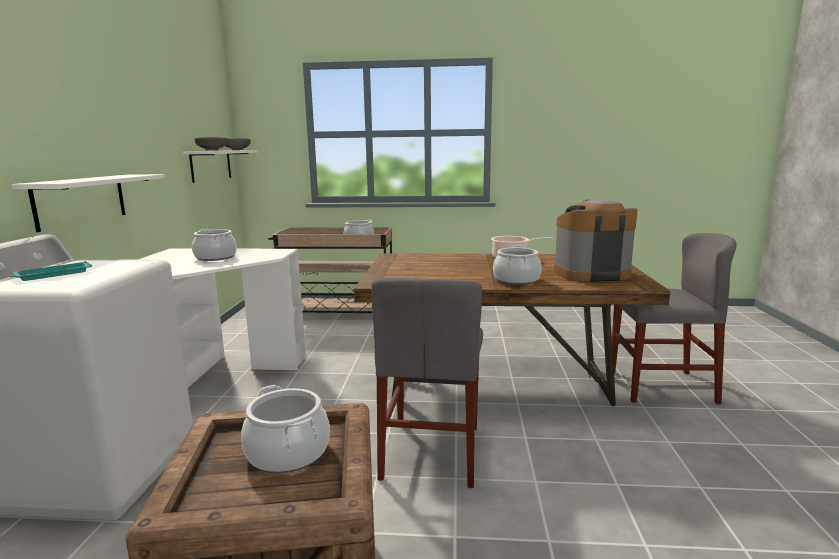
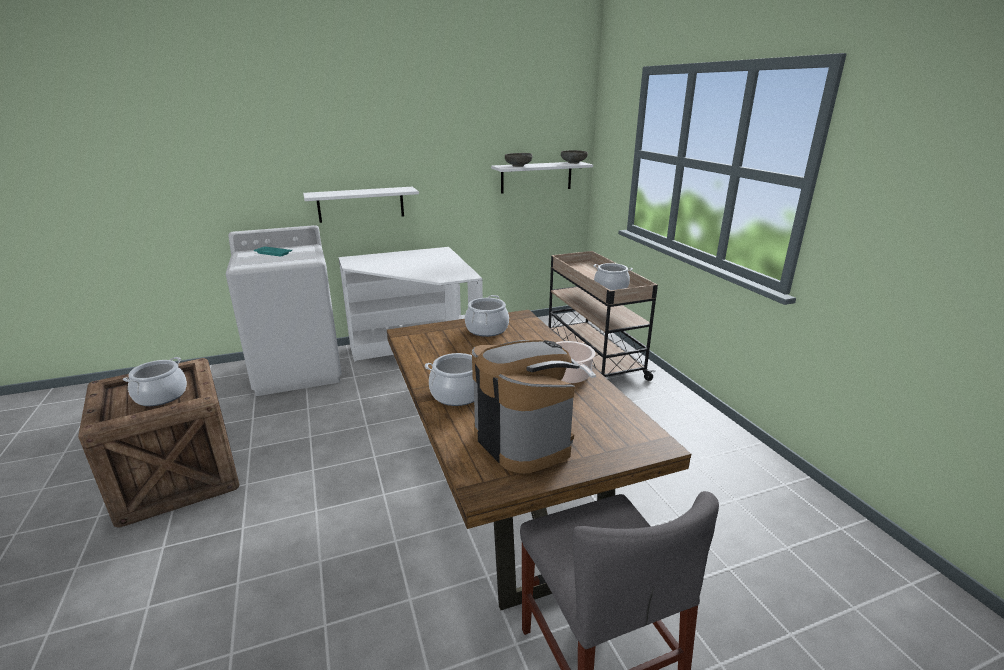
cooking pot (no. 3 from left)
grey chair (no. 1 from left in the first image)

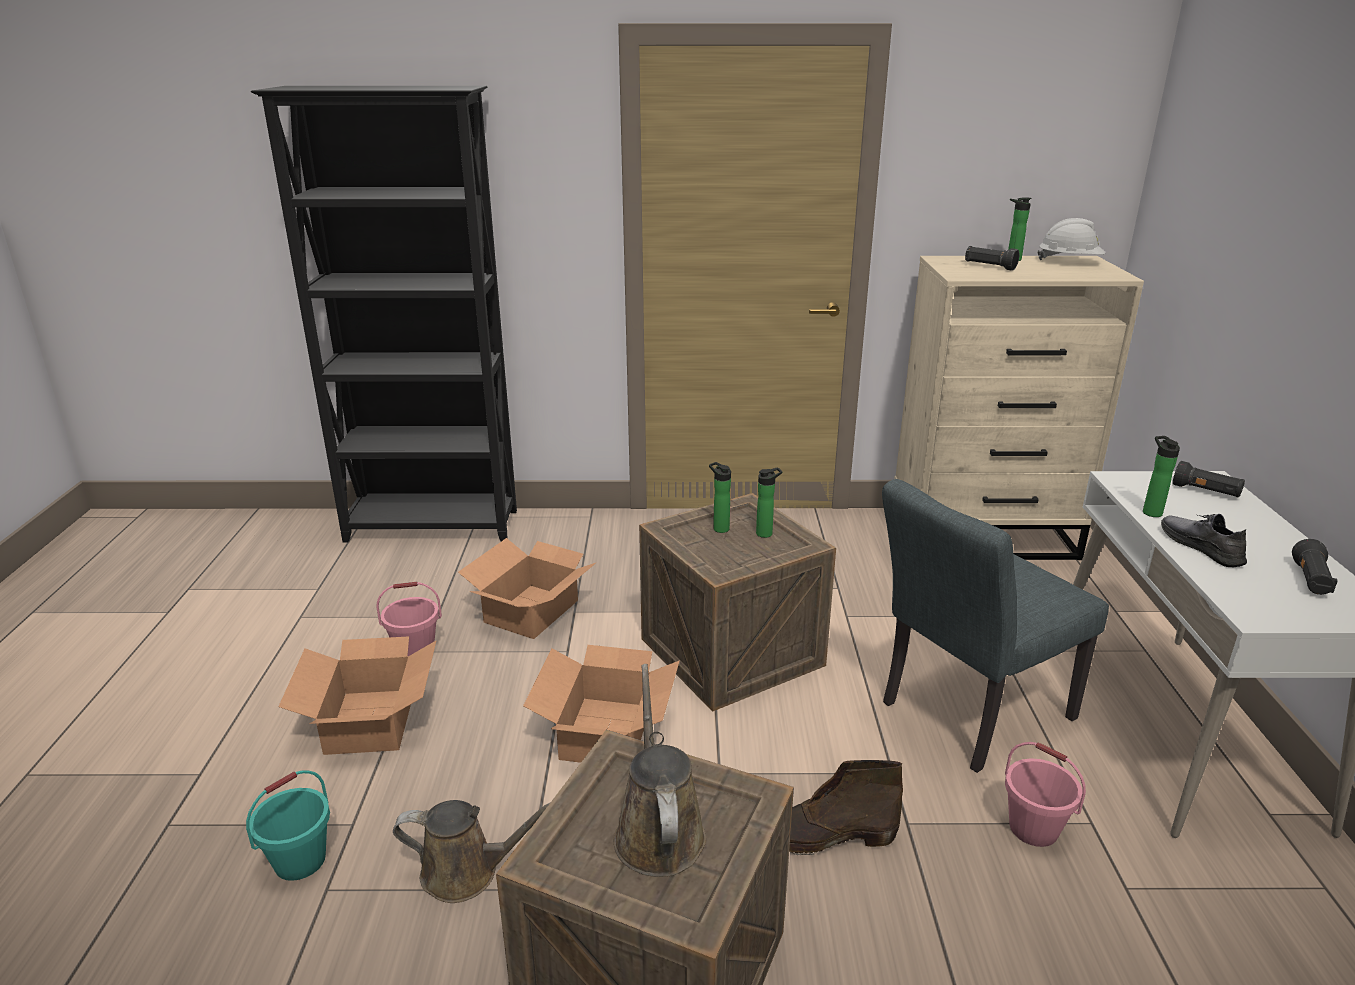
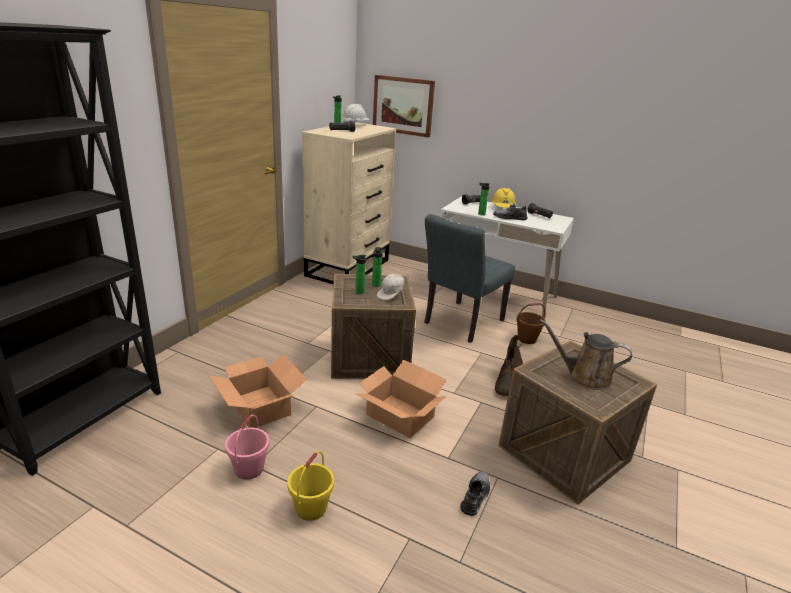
grey chair
yellow bucket
brown bucket
turquoise bucket
grey shoe (no. 1 from left)
picture
yellow hard hat
white cap

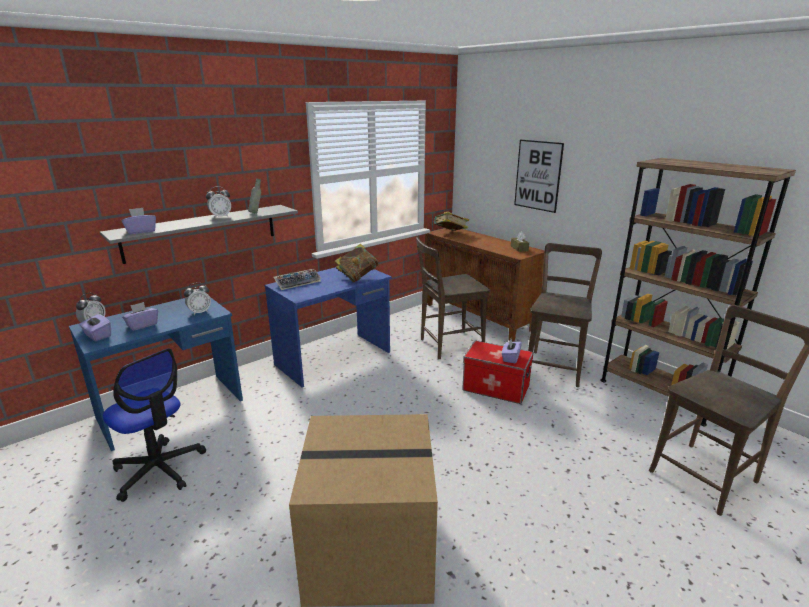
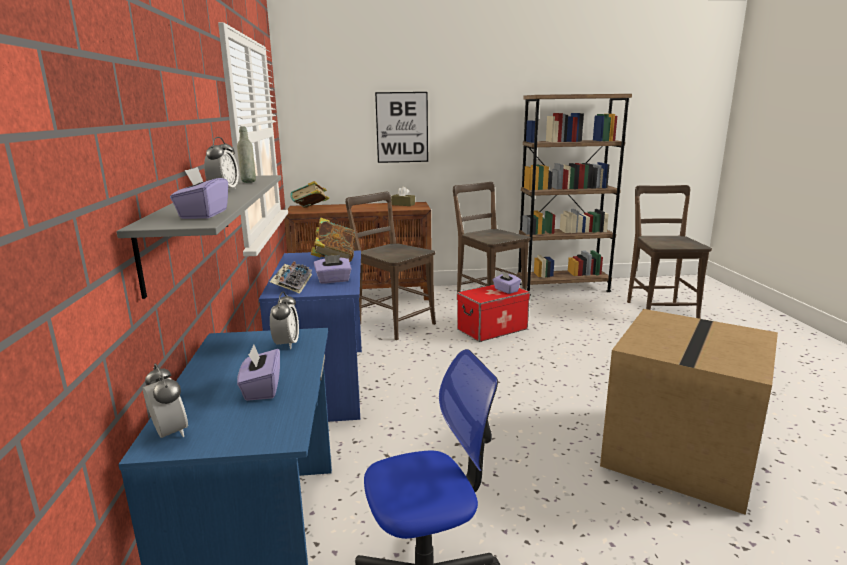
brown chair (no. 1 from left)
purple tissue box (no. 3 from left)

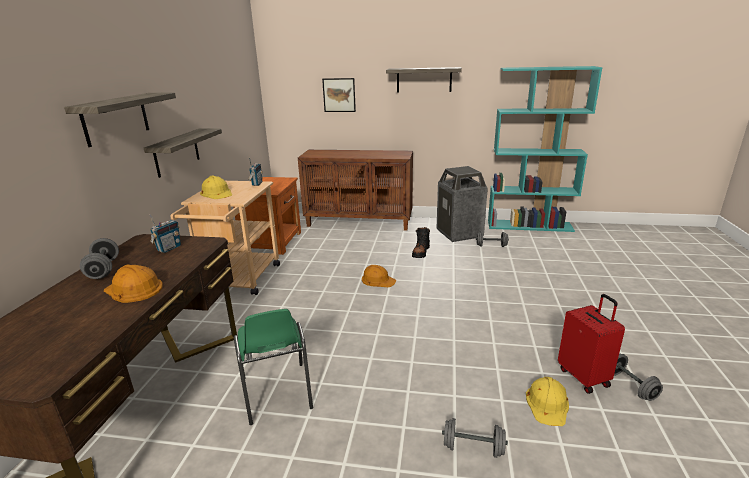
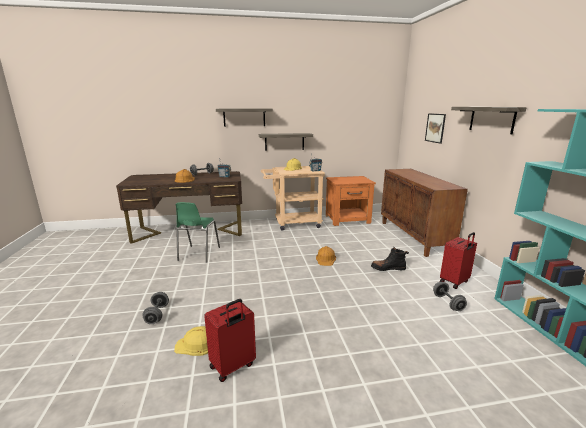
red suitcase (no. 2 from left)
green chair
grey dumbbell (no. 4 from left in the first image)

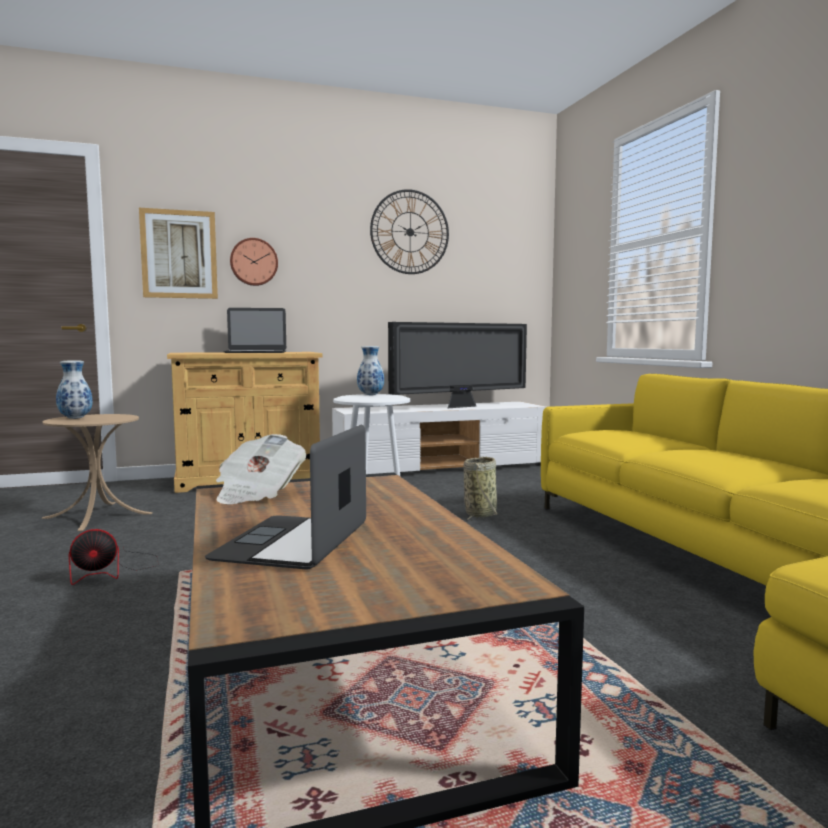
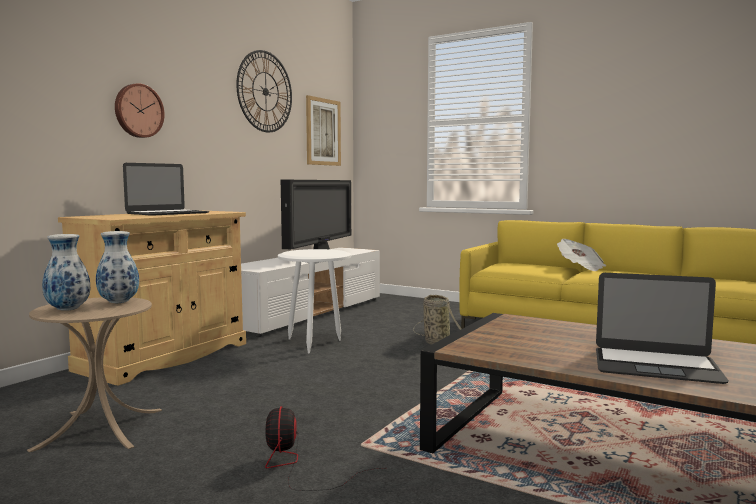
picture
vase (no. 2 from left)
laptop (no. 2 from left)
newspaper
fan

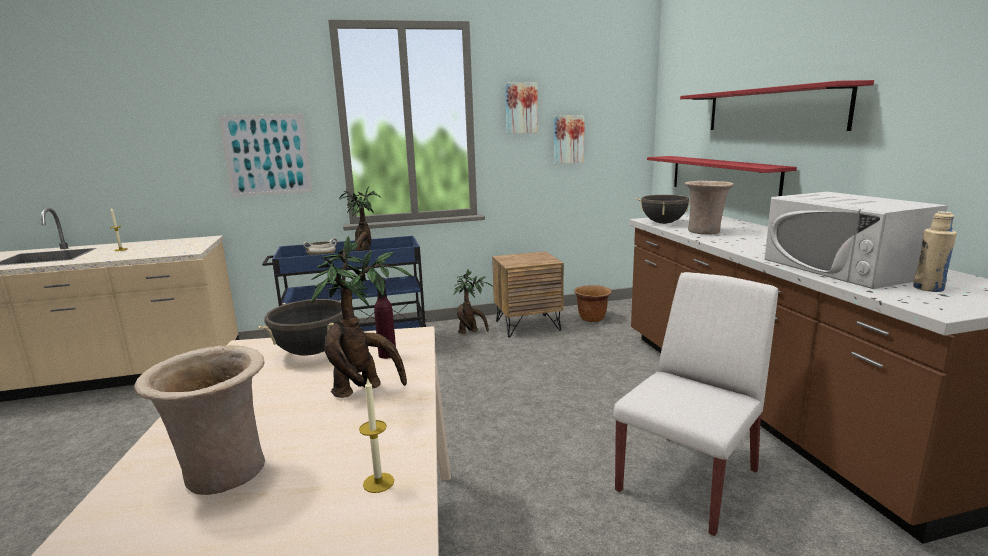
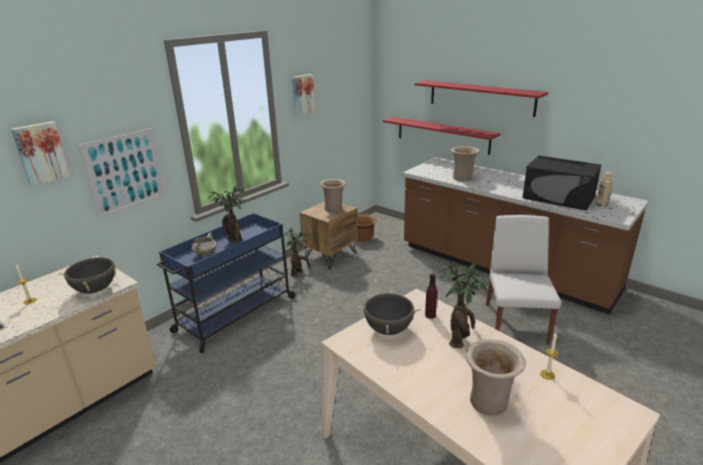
picture (no. 1 from left)
black microwave
black cooking pot (no. 1 from left)
beige vase (no. 1 from left)

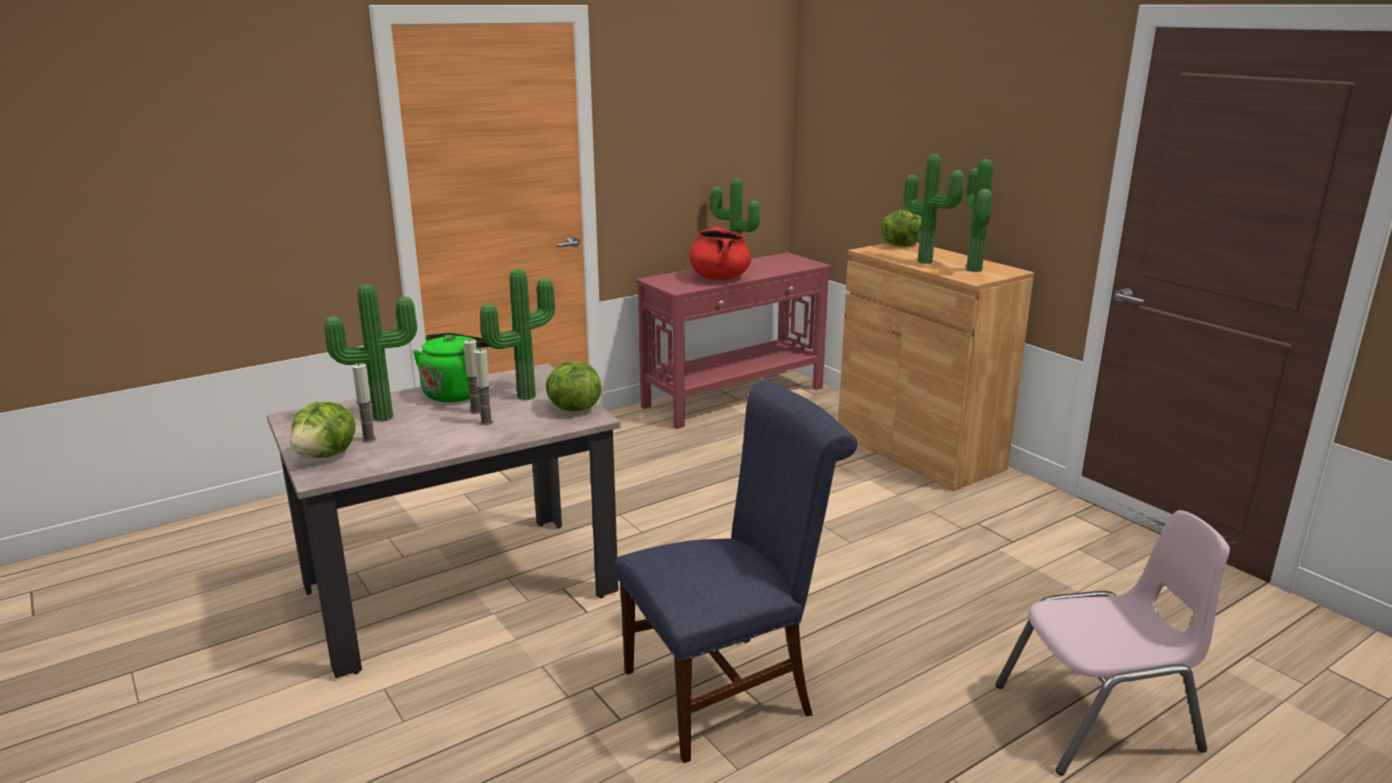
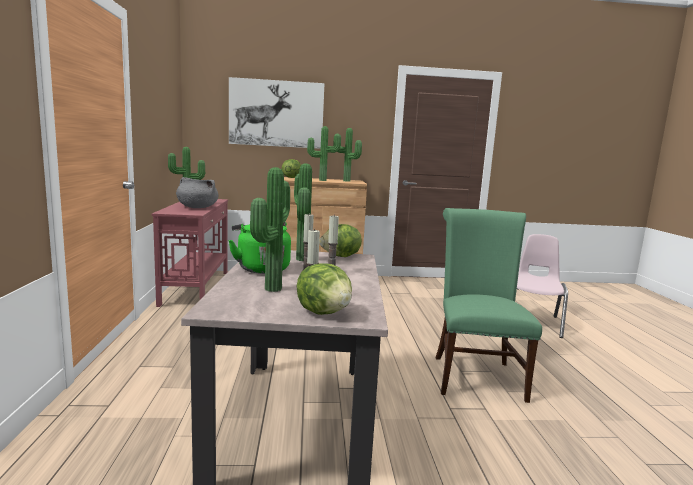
grey cooking pot
green chair
picture

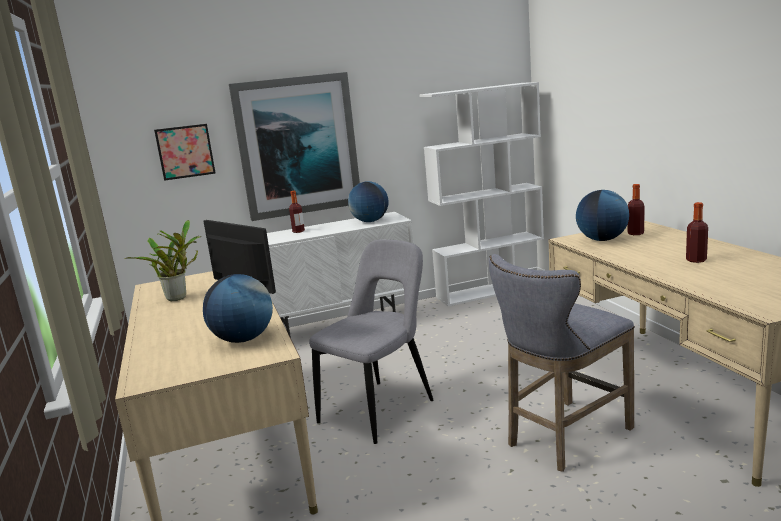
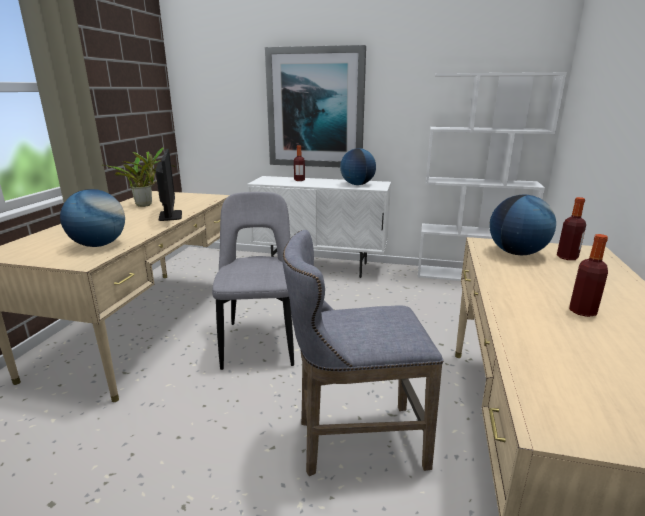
picture (no. 1 from left in the first image)
grey chair

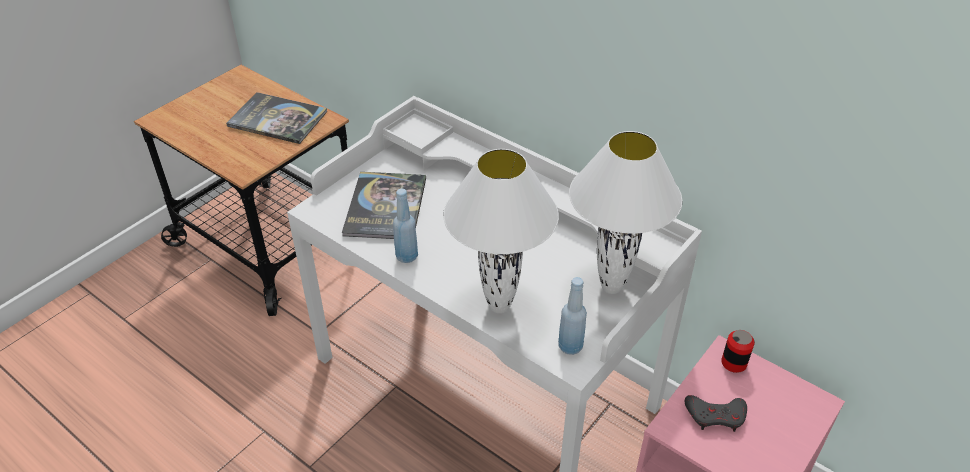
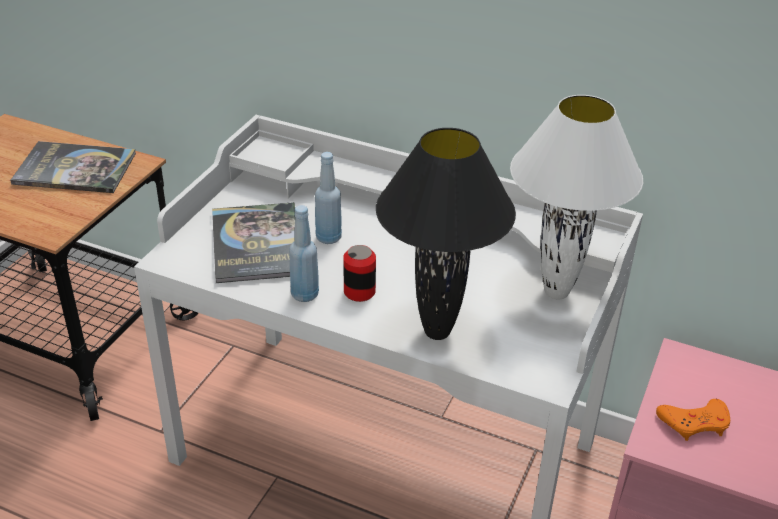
black table lamp
blue bottle (no. 2 from left)
can
orange game controller

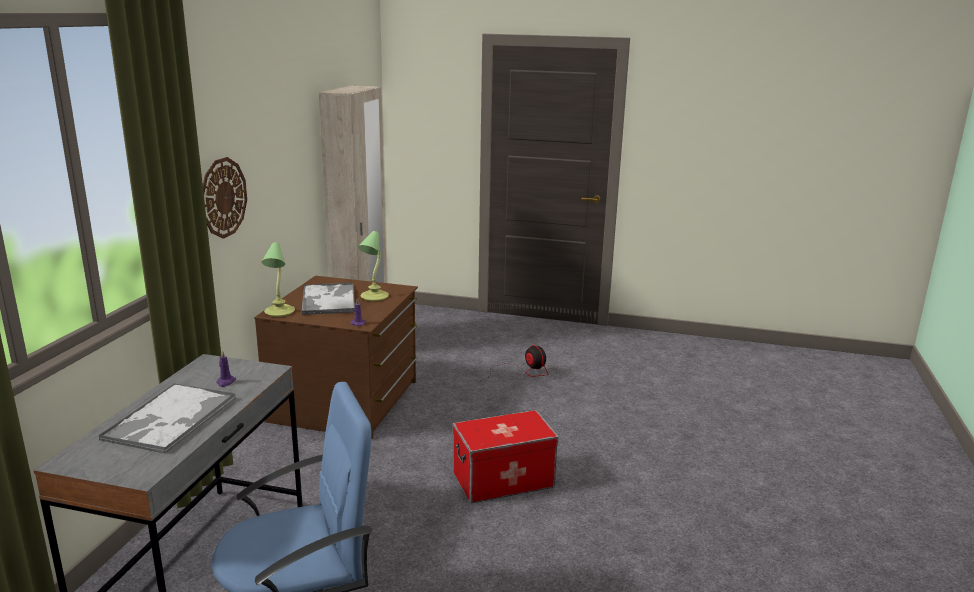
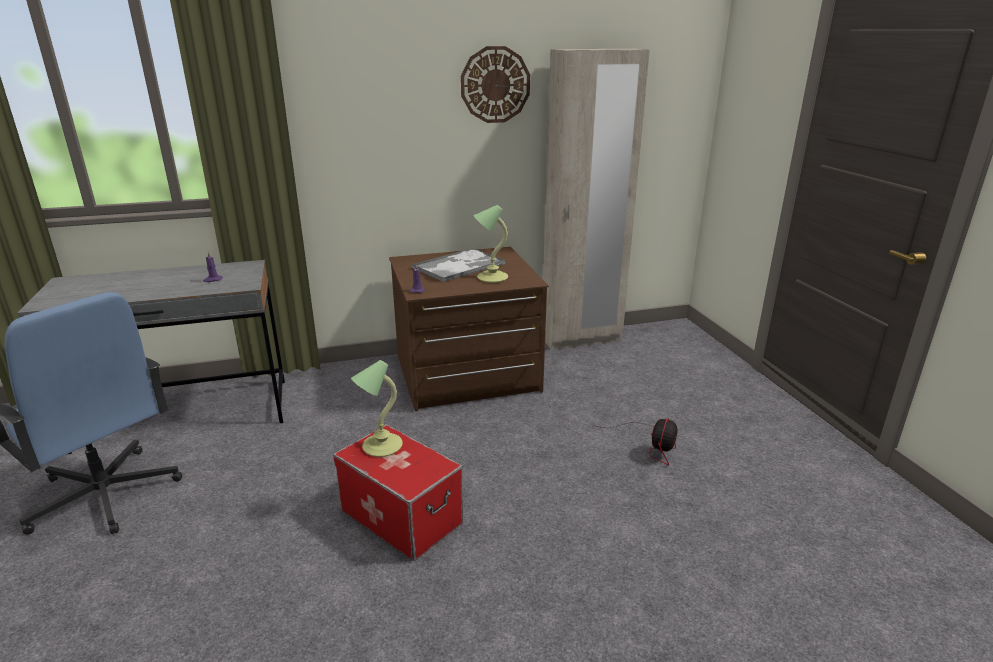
wall clock
table lamp (no. 1 from left)
tray (no. 1 from left in the first image)

